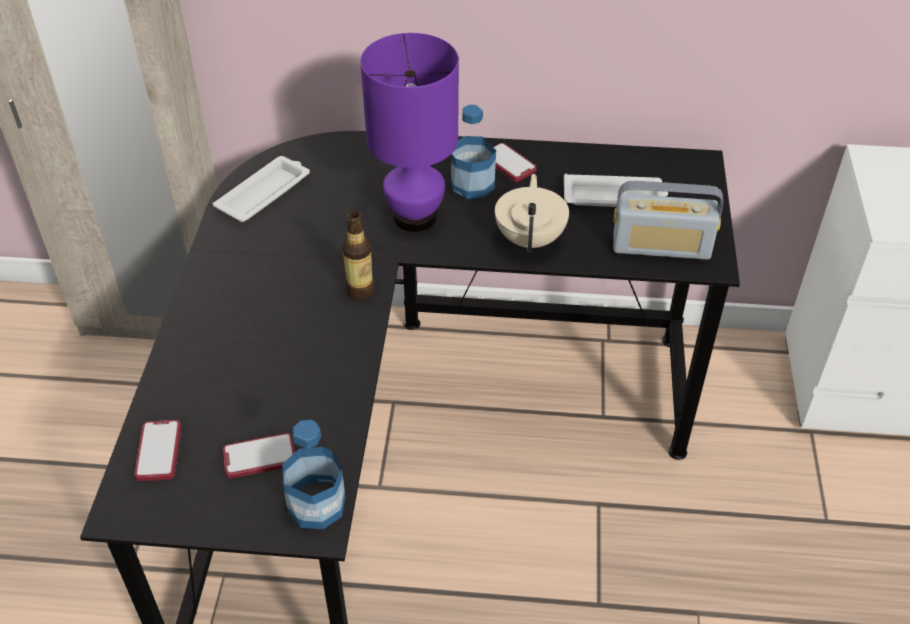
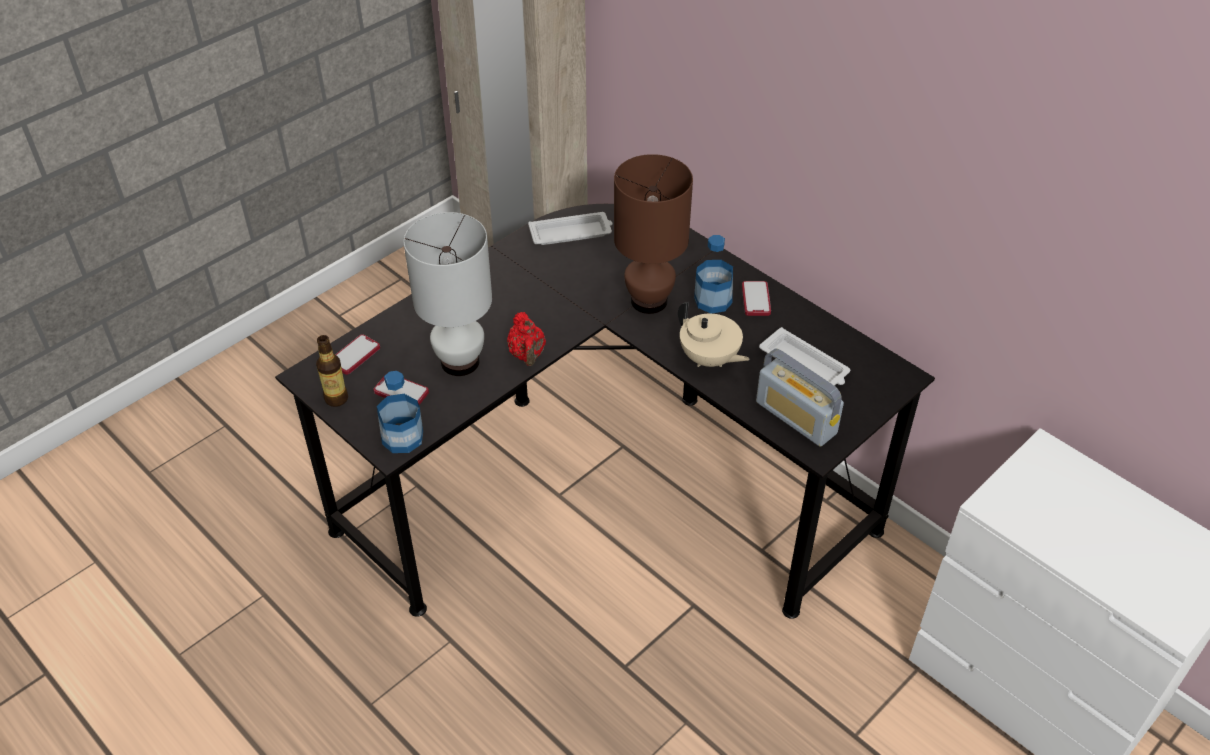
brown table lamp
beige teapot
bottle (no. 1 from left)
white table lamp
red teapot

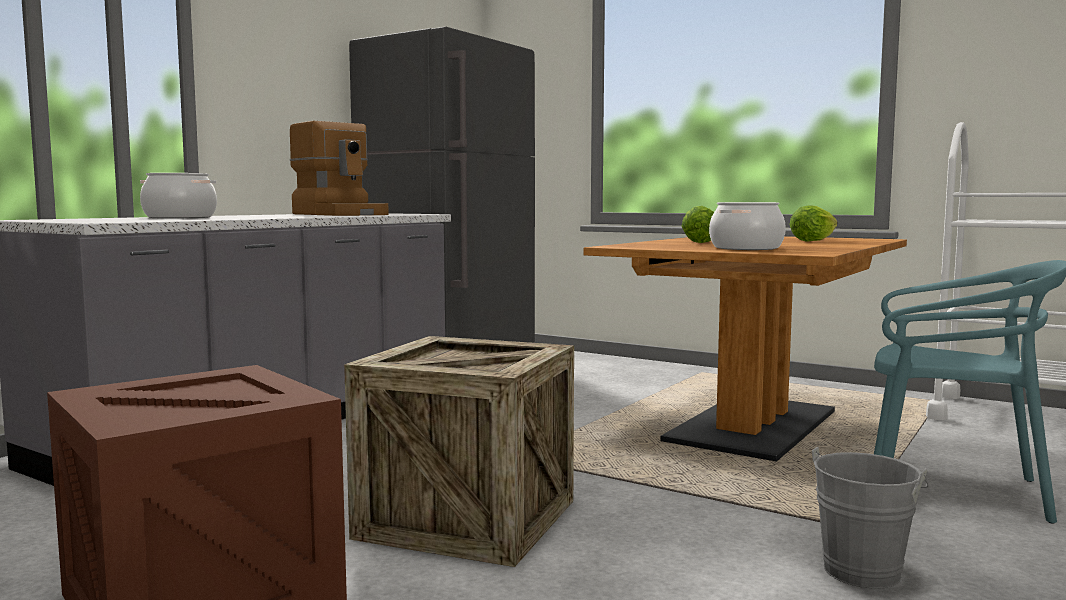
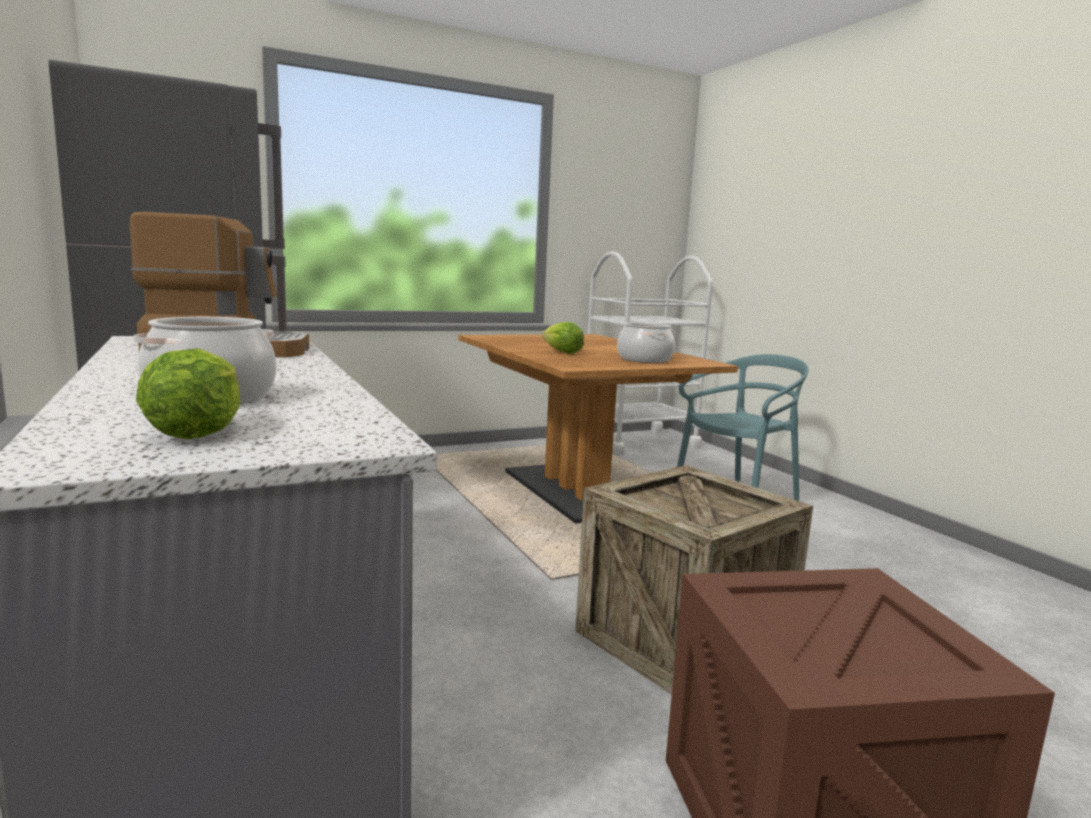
lettuce (no. 1 from left)
grey bucket

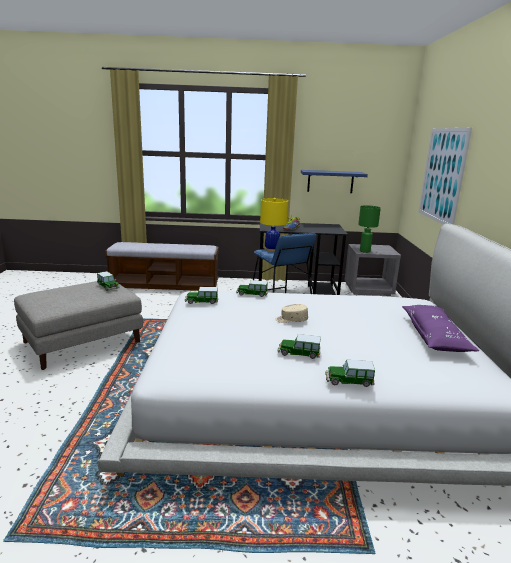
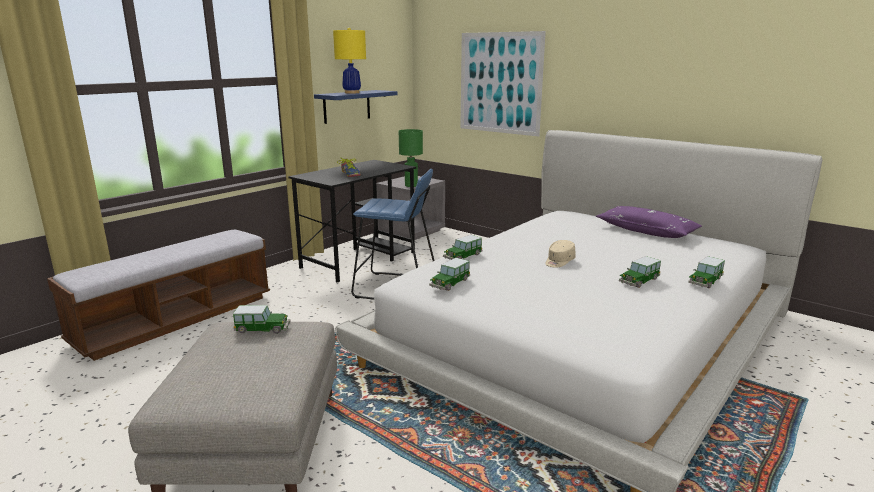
yellow table lamp

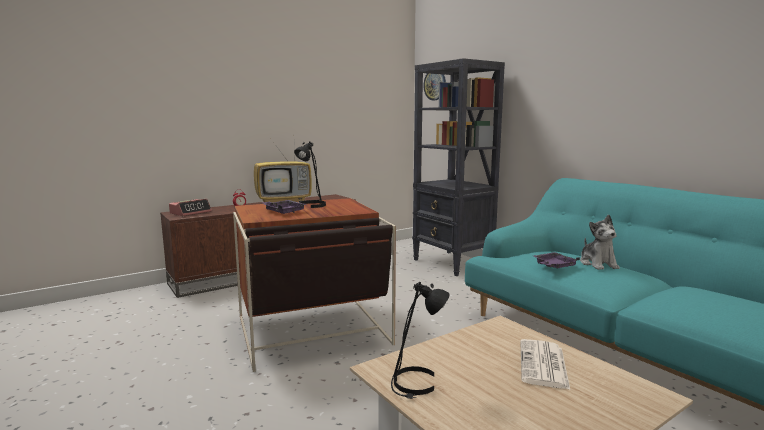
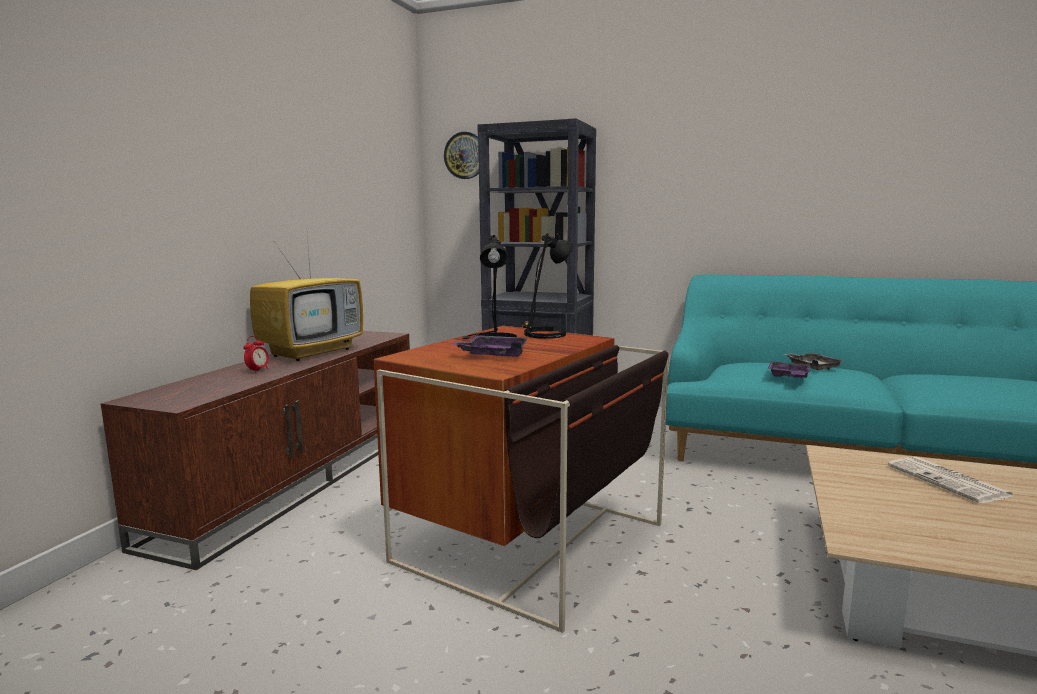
alarm clock (no. 1 from left in the first image)
grey tray
black table lamp (no. 2 from left)

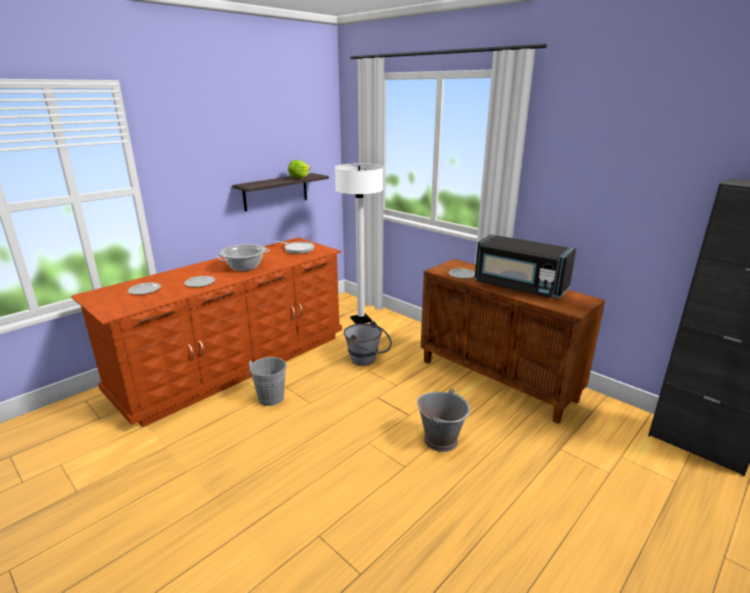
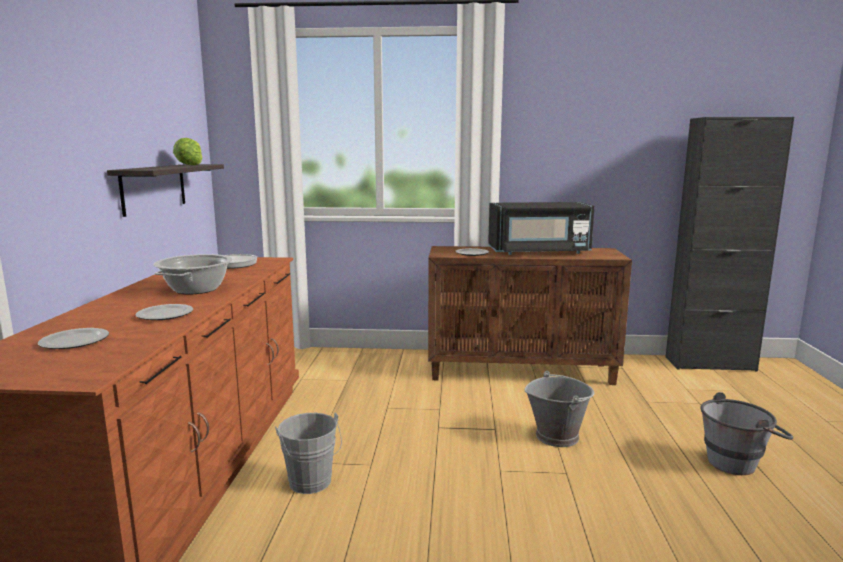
white floor lamp
grey bucket (no. 3 from left)

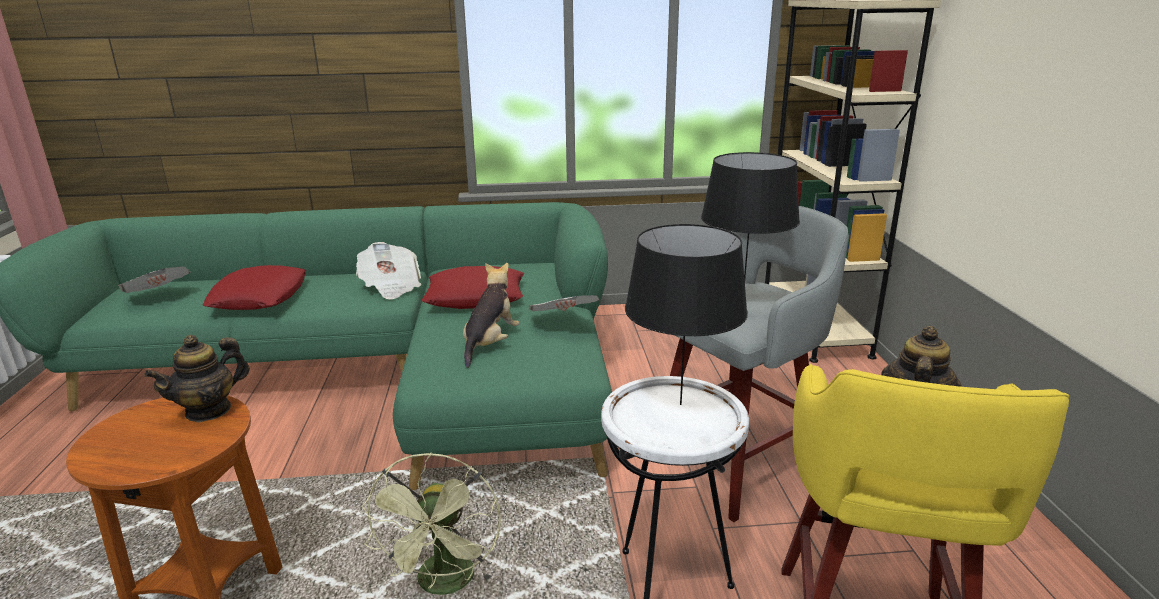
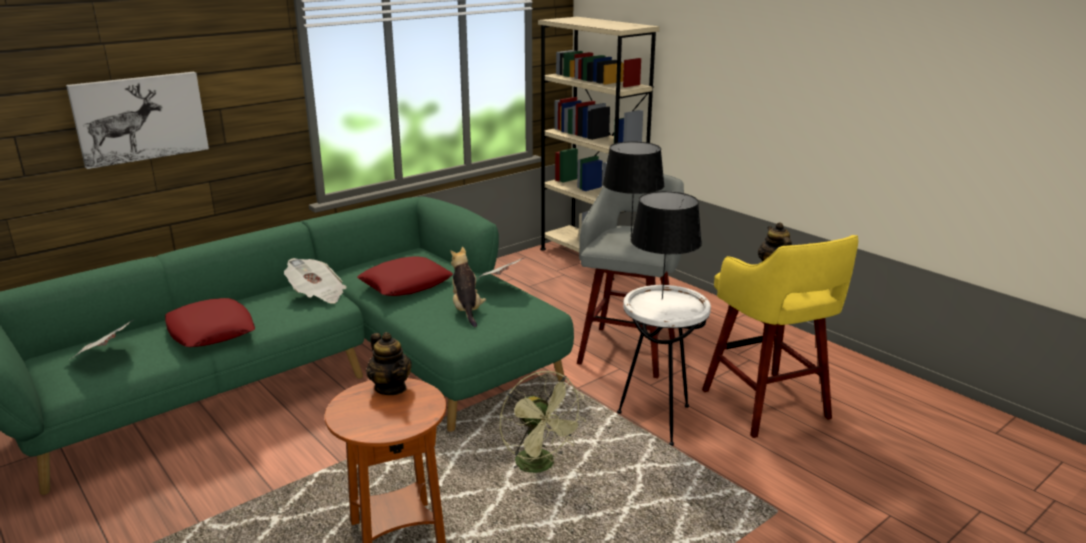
teapot (no. 1 from left)
picture

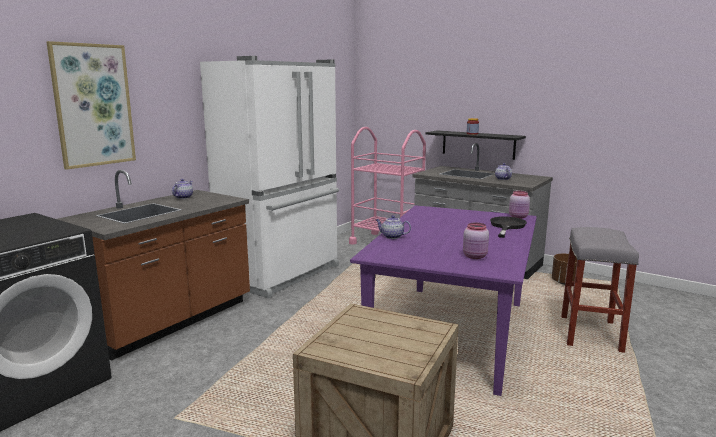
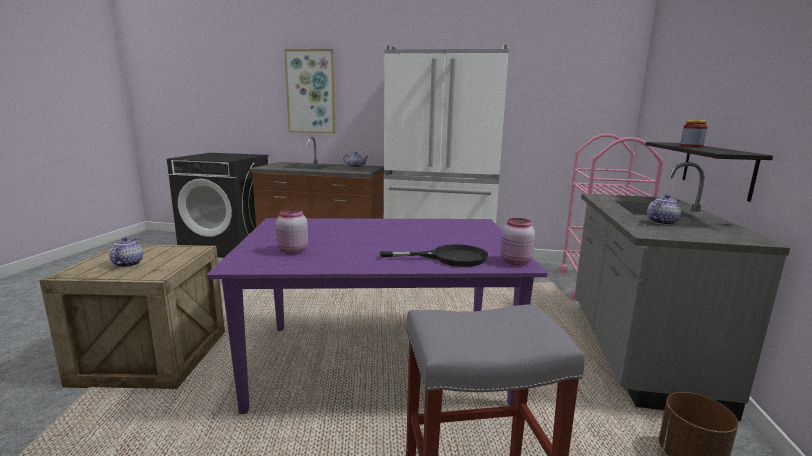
teapot (no. 1 from left)

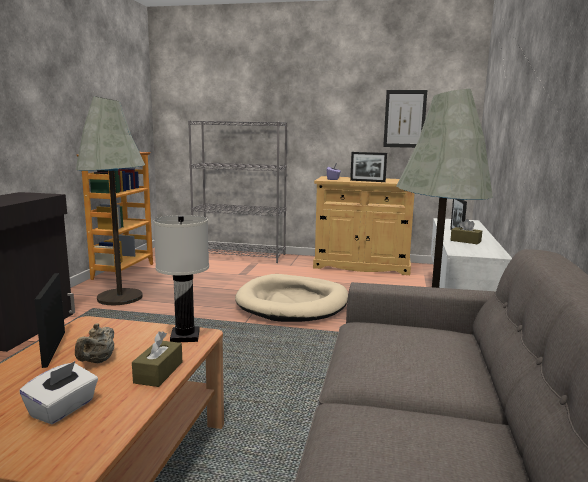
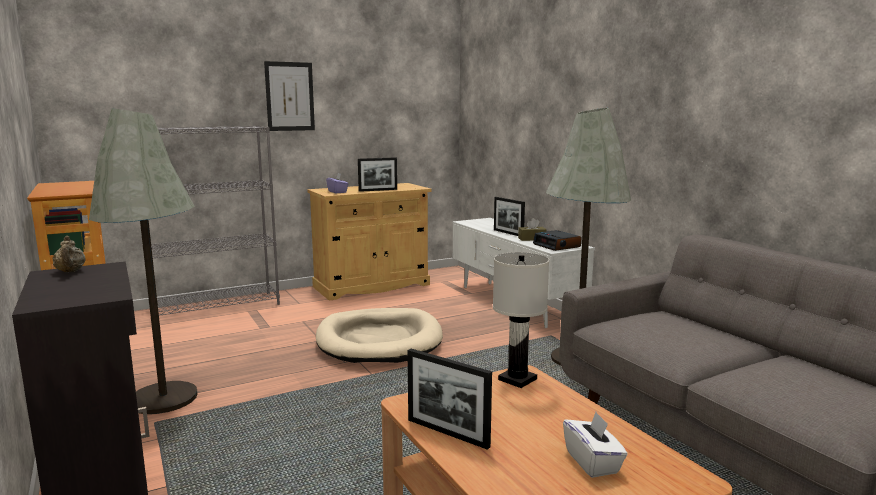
picture
beige teapot
brown tissue box (no. 1 from left in the first image)
alarm clock

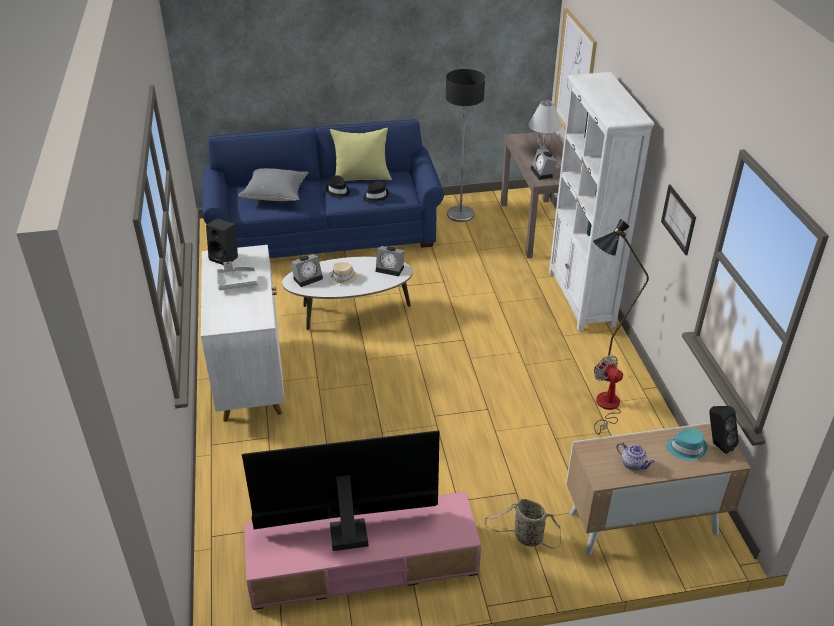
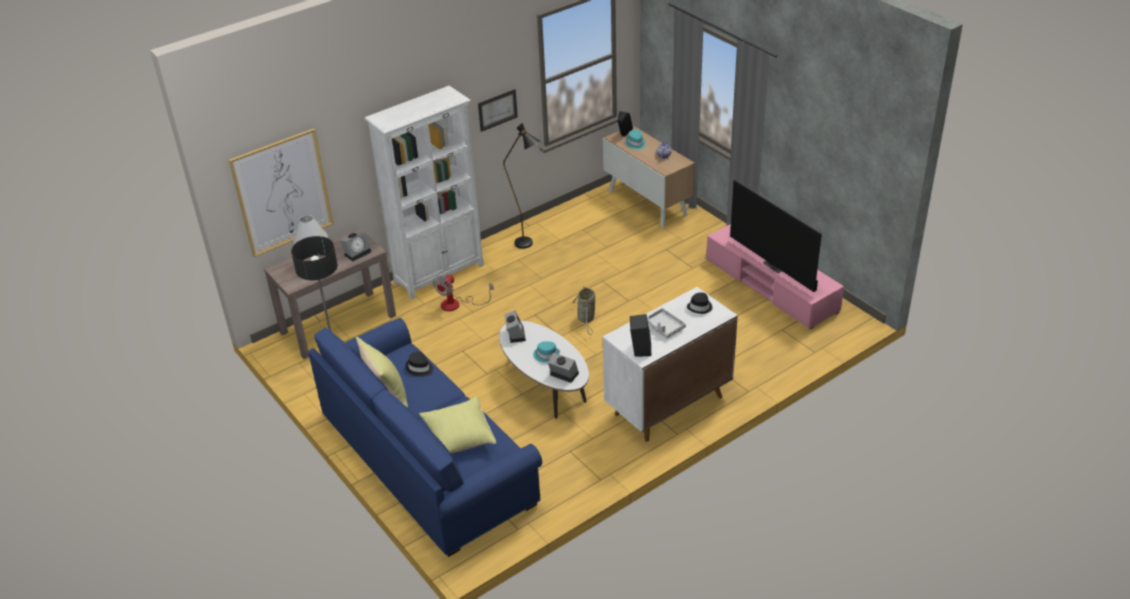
yellow pillow (no. 2 from left)
black hat (no. 2 from left)
turquoise hat (no. 1 from left)
fan
basket

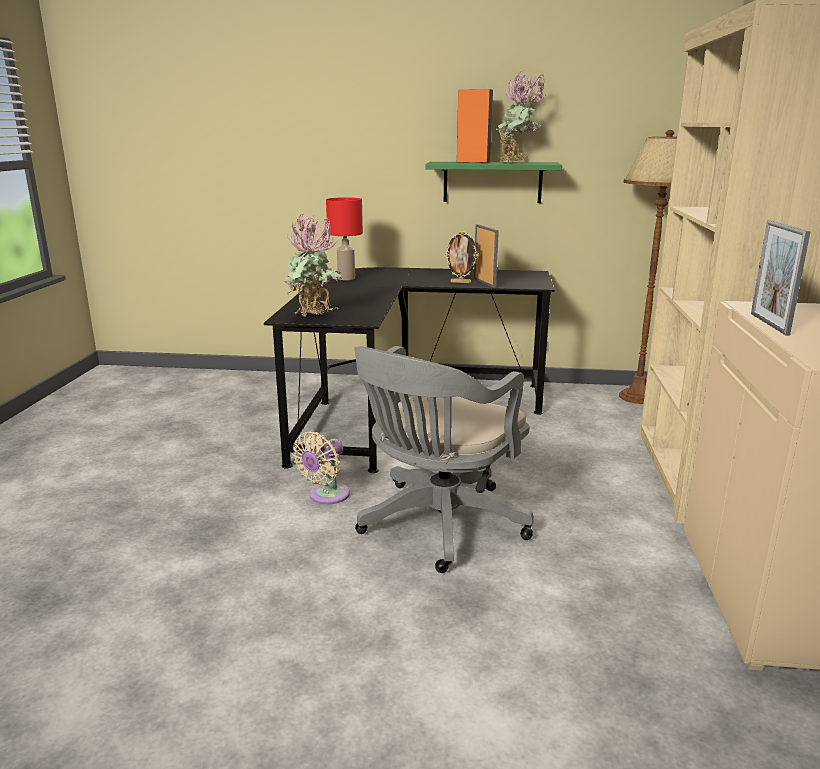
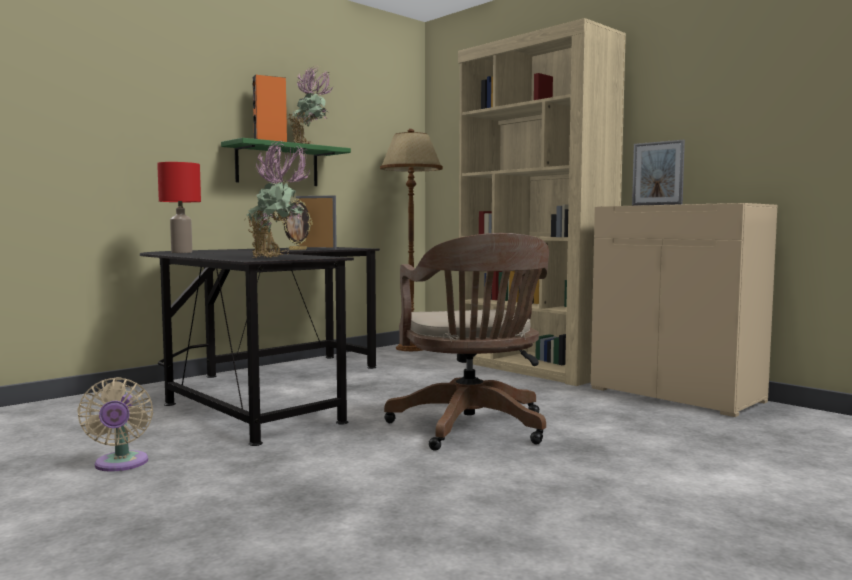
brown office chair
beige fan

